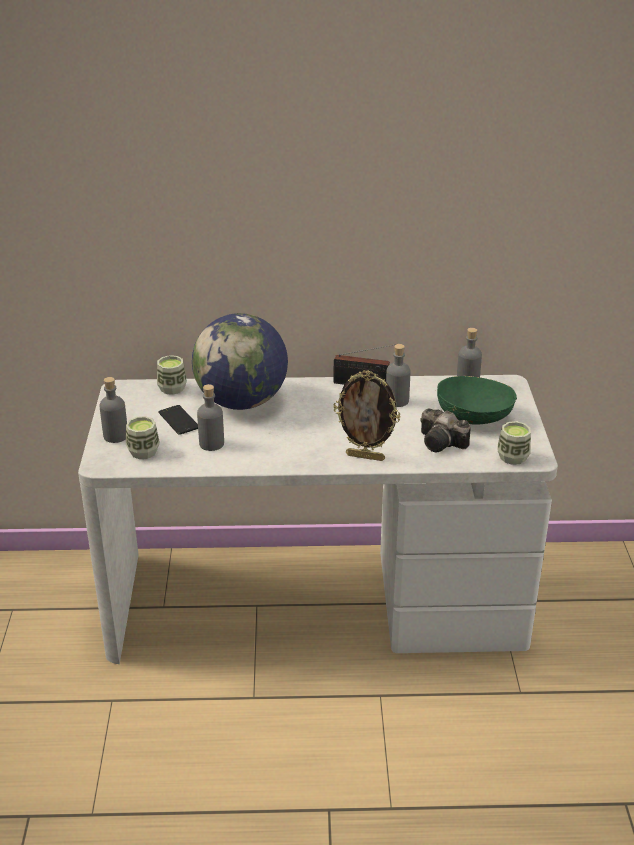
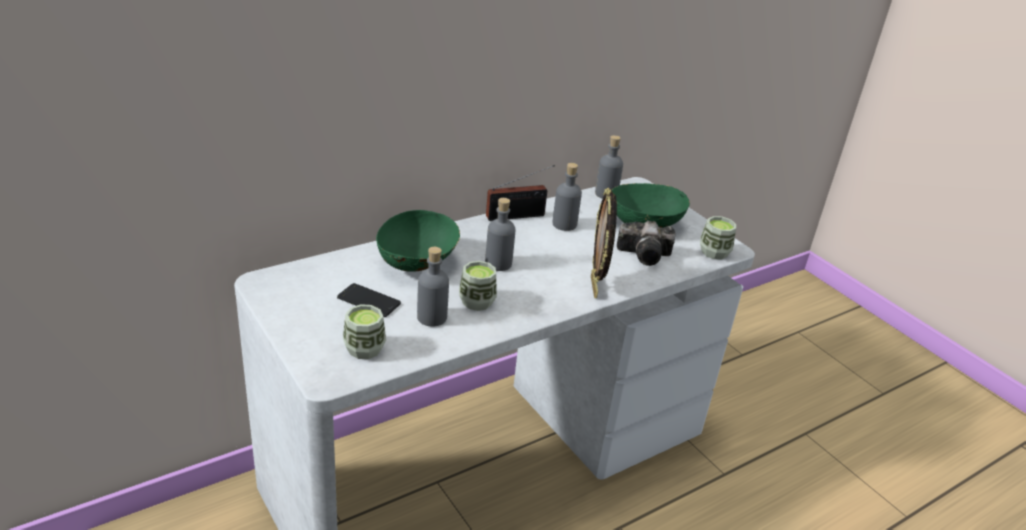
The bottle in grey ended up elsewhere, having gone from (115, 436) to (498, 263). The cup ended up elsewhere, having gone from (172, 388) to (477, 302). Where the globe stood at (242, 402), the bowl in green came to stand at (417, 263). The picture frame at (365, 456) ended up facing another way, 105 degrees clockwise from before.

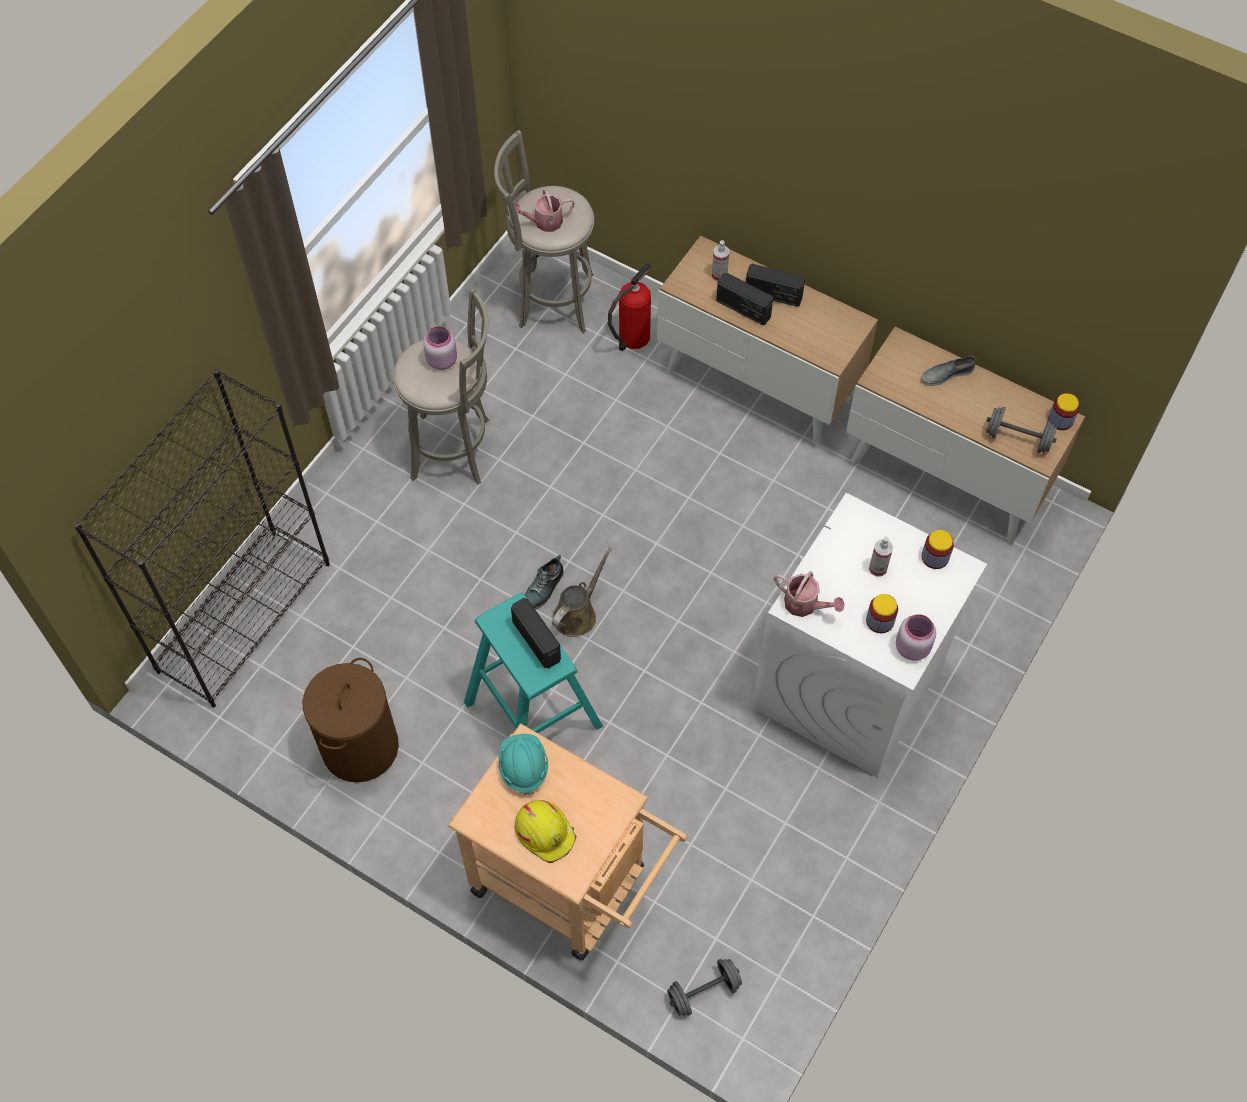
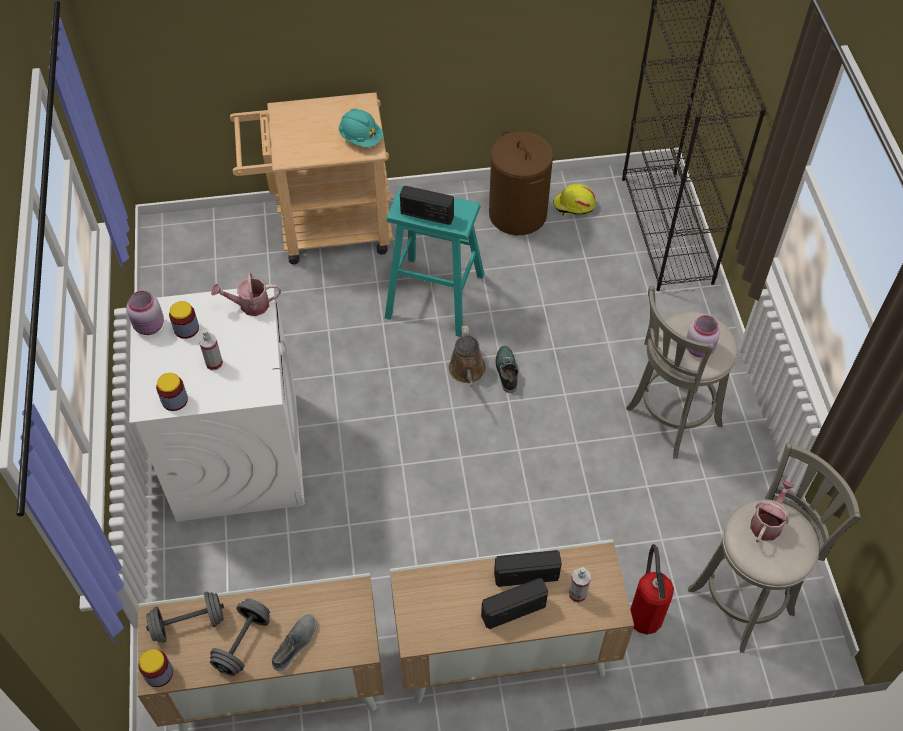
The hard hat in yellow ended up elsewhere, having gone from (545, 832) to (574, 205). The dumbbell in grey ended up elsewhere, having gone from (703, 991) to (243, 643).

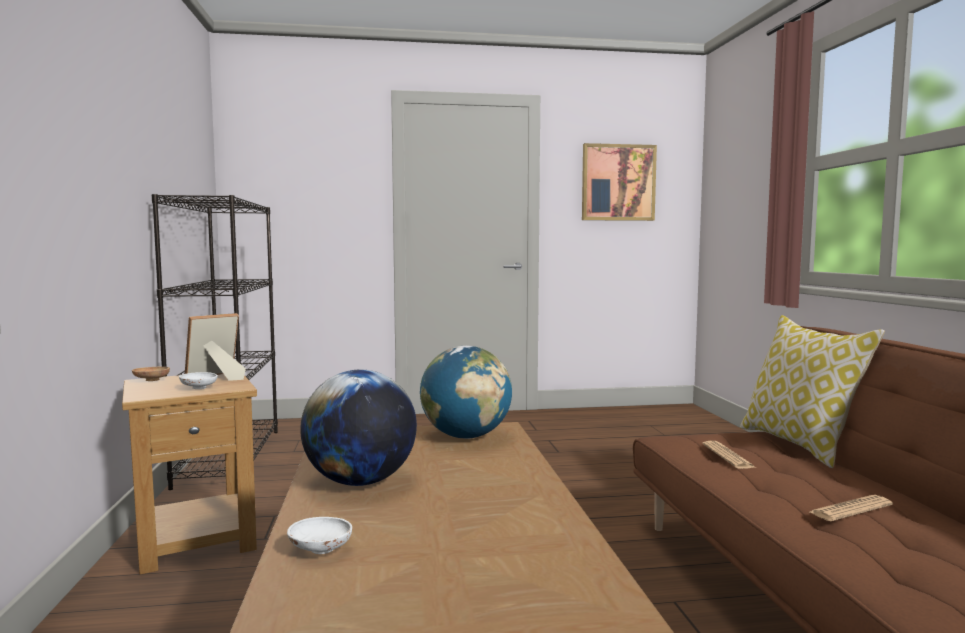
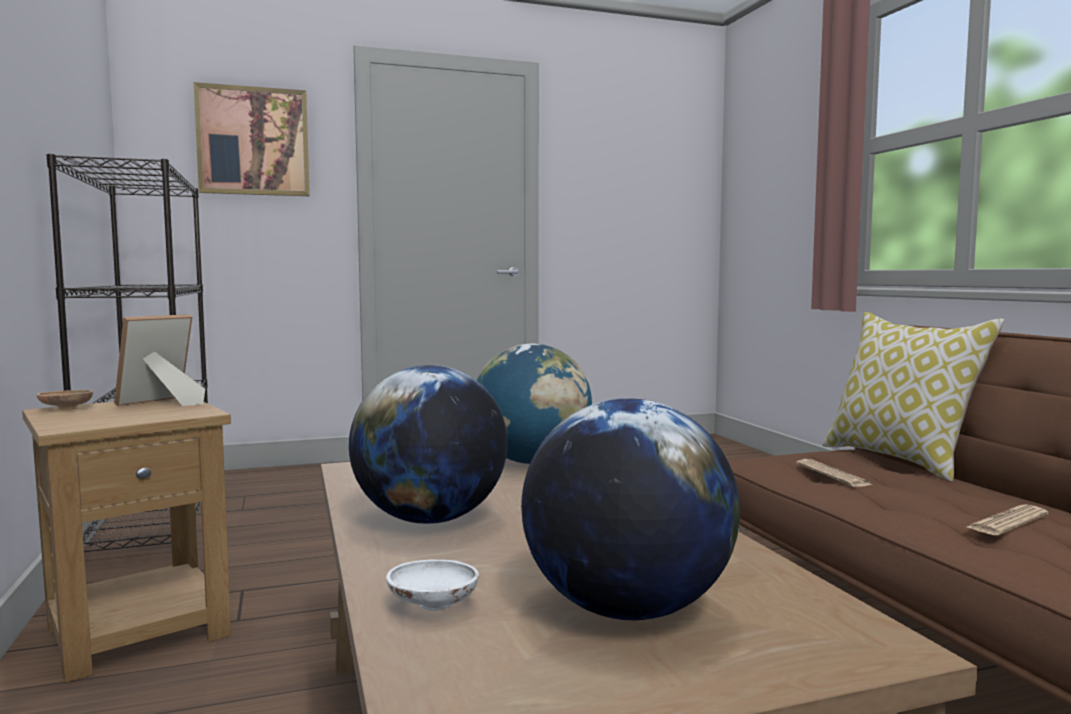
The second view lost the bowl in white at (199, 388). The picture ended up elsewhere, having gone from (618, 182) to (253, 141). The second view gained the globe at (627, 609).

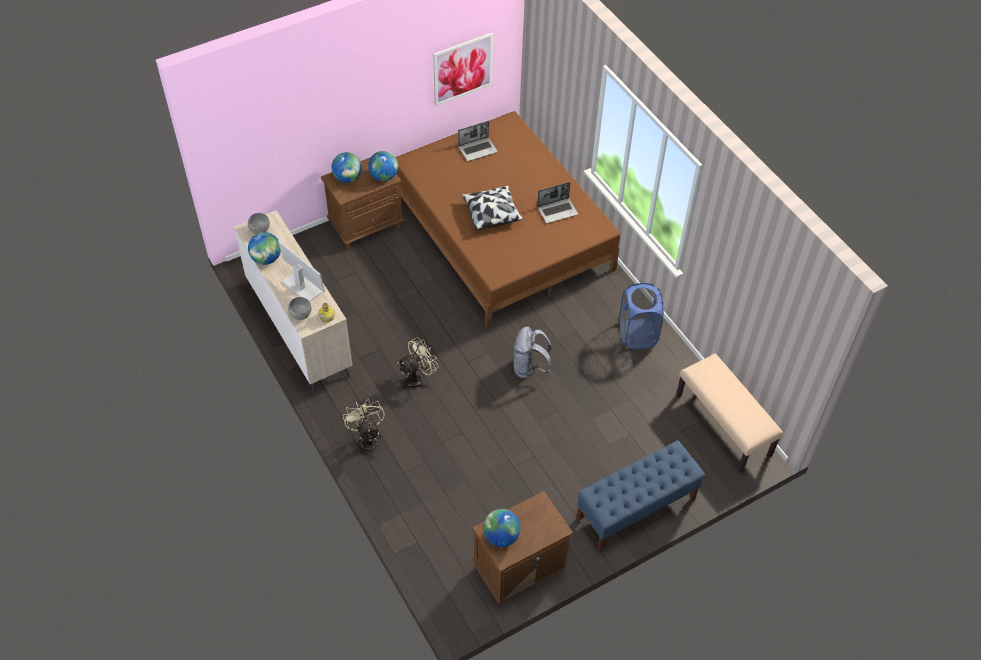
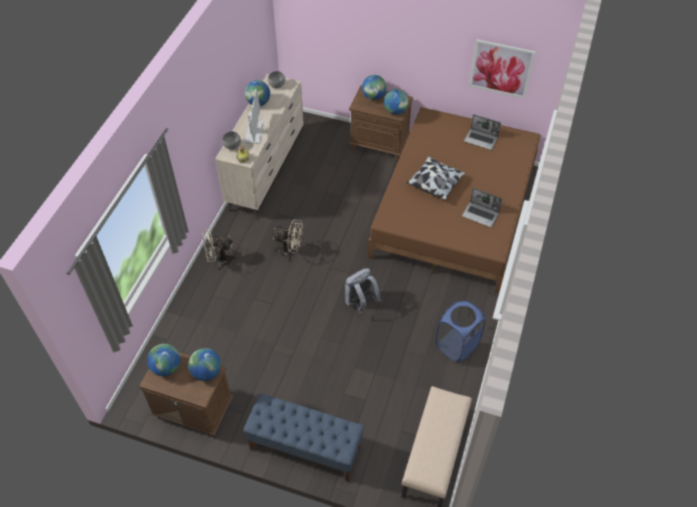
The fan in beige at (368, 440) ended up facing another way, 135 degrees counterclockwise from before. The second view gained the globe at (206, 372).

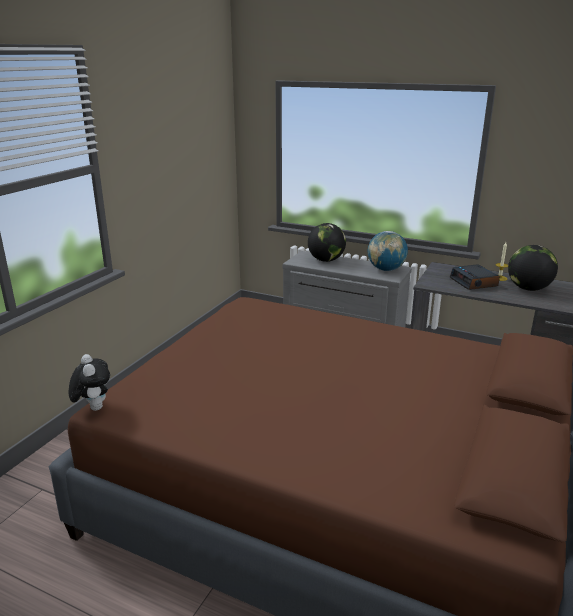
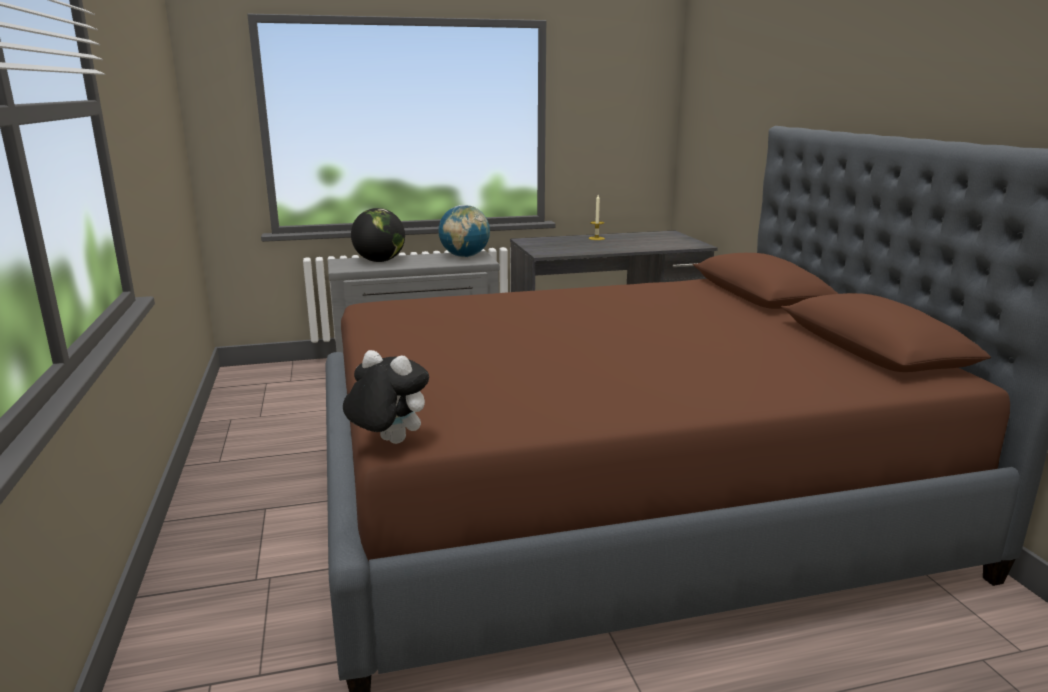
The second view lost the alarm clock at (474, 282). The second view lost the globe at (528, 289).

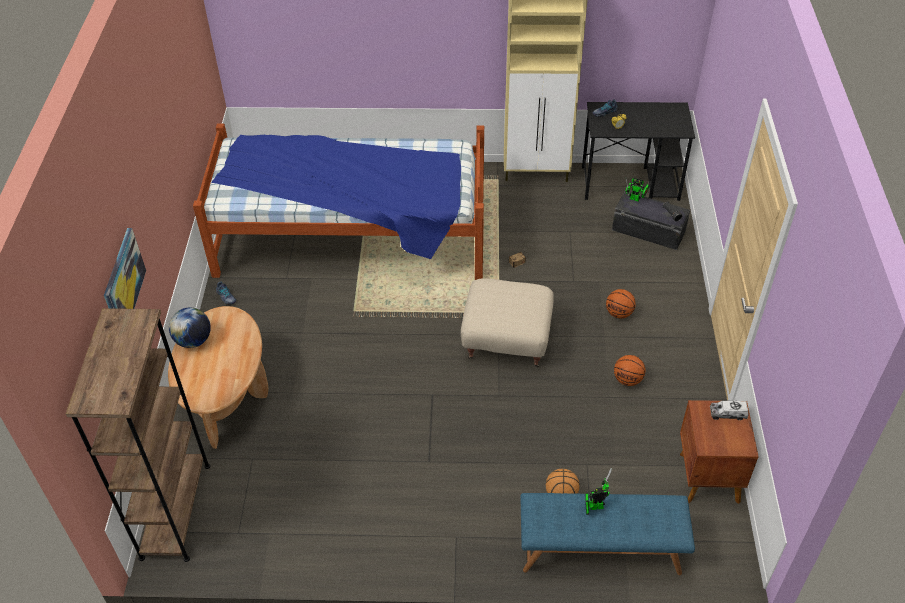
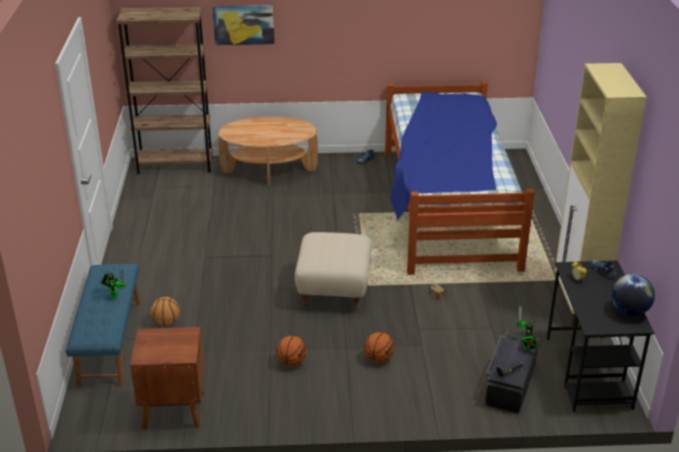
The globe ended up elsewhere, having gone from (193, 340) to (629, 311). The second view lost the toy truck at (728, 414).

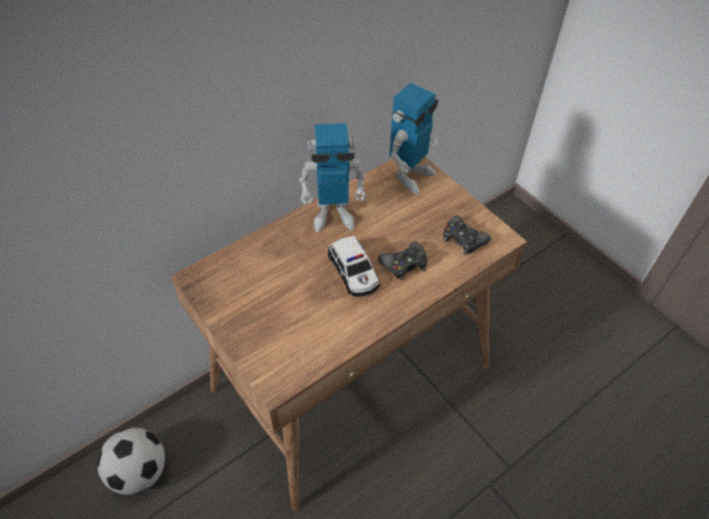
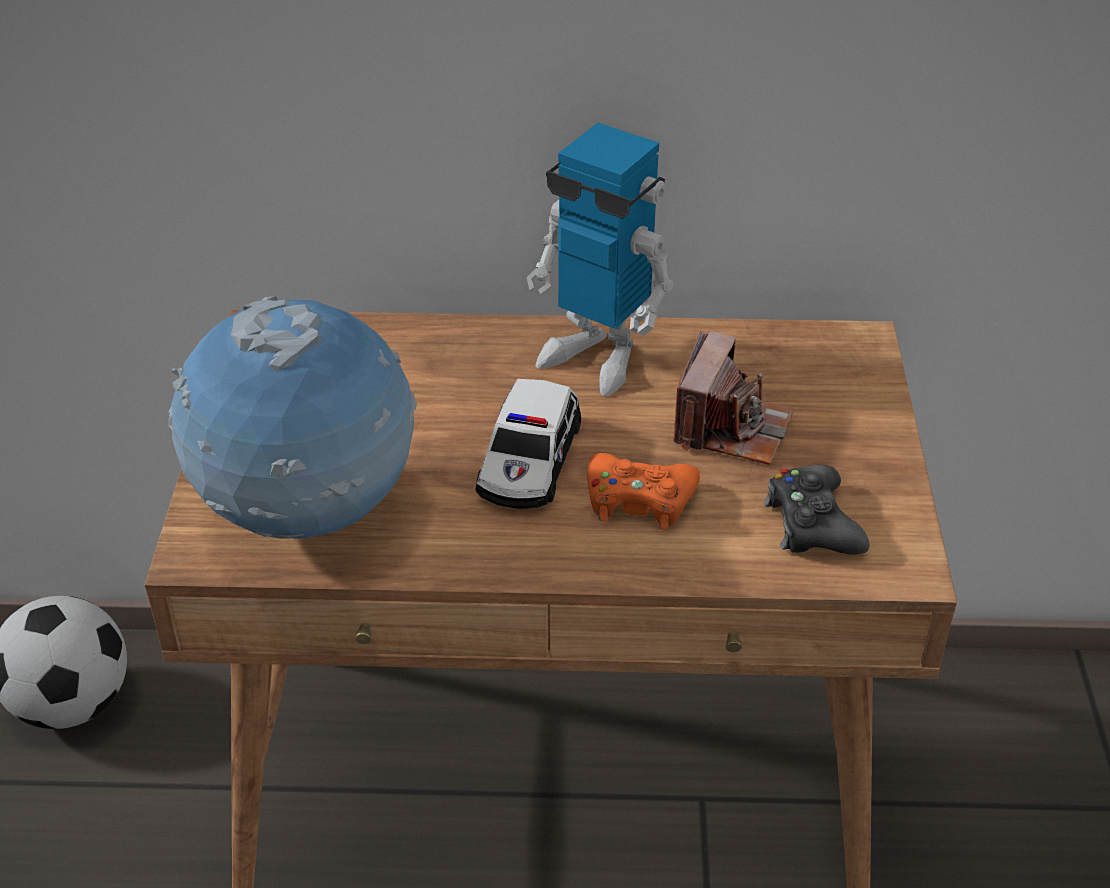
What was the game controller in black at (404, 264) turned into the game controller in orange at (639, 500). The second view lost the toy robot at (410, 175). The second view gained the globe at (308, 515). The second view gained the photo camera at (731, 427).

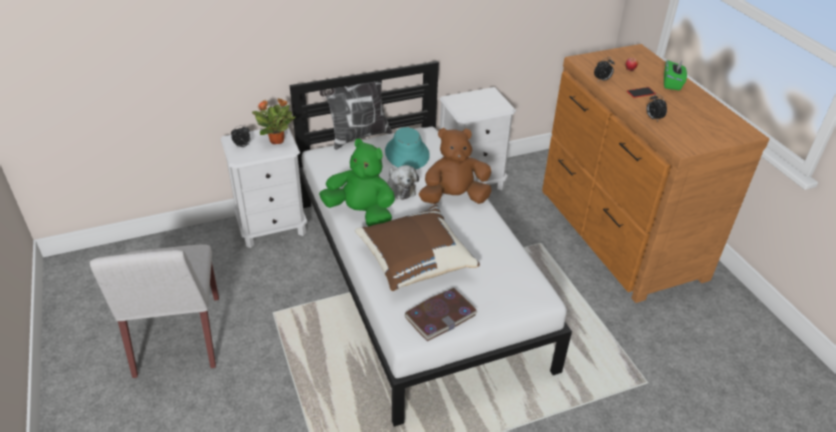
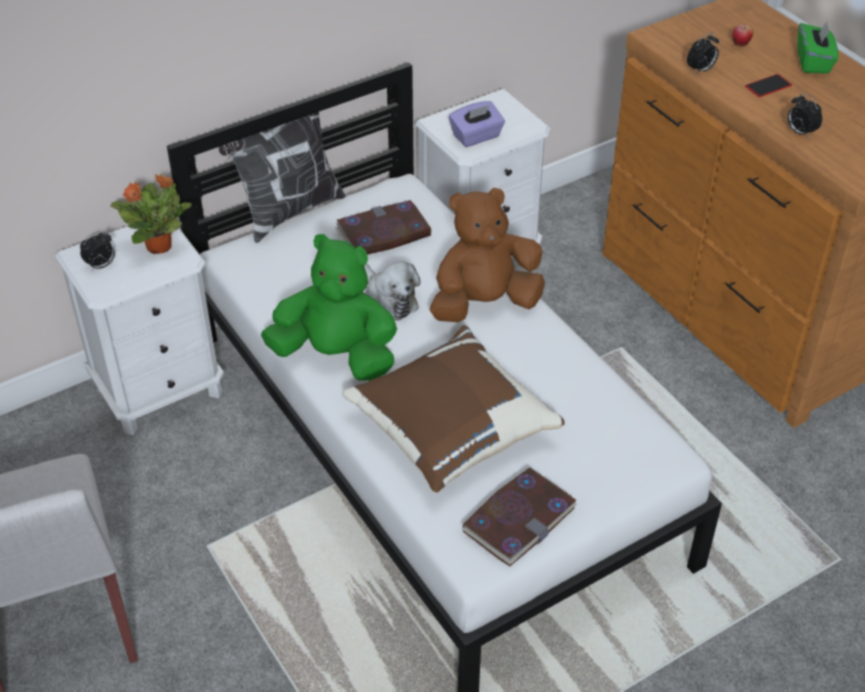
Where the hat in turquoise stood at (407, 153), the book came to stand at (383, 233). The second view gained the tissue box in purple at (476, 136).

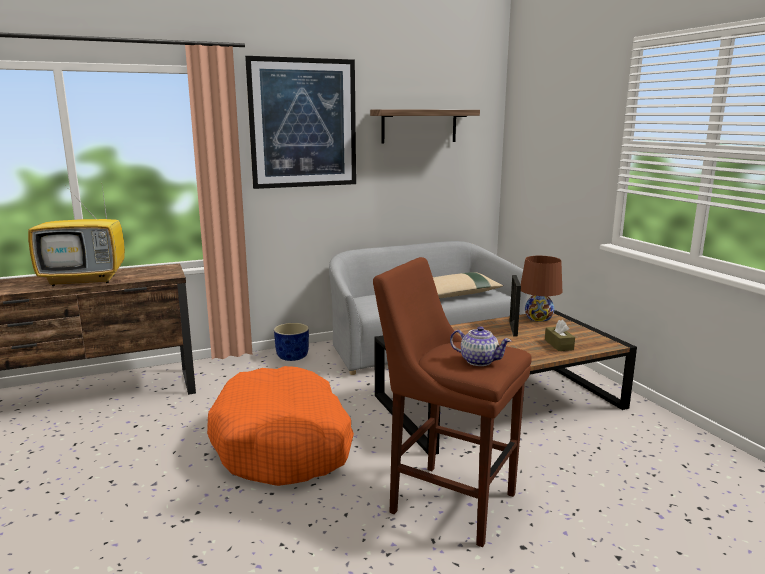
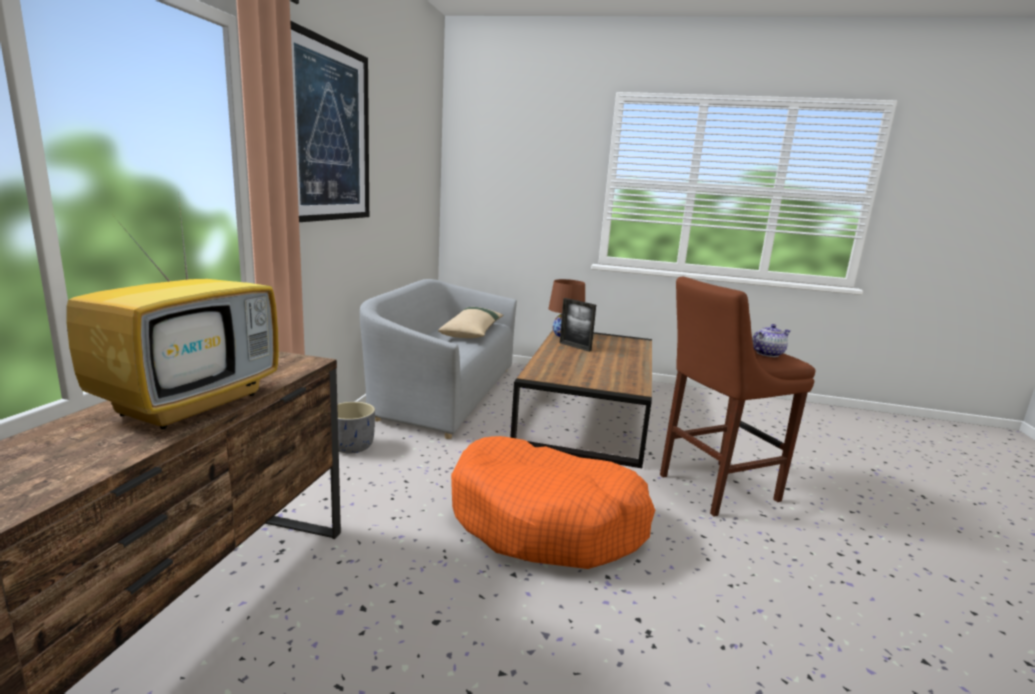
What was the planter in blue at (293, 356) turned into the planter in grey at (352, 446). The second view lost the shelf at (419, 126). The second view lost the tissue box in brown at (559, 345).

